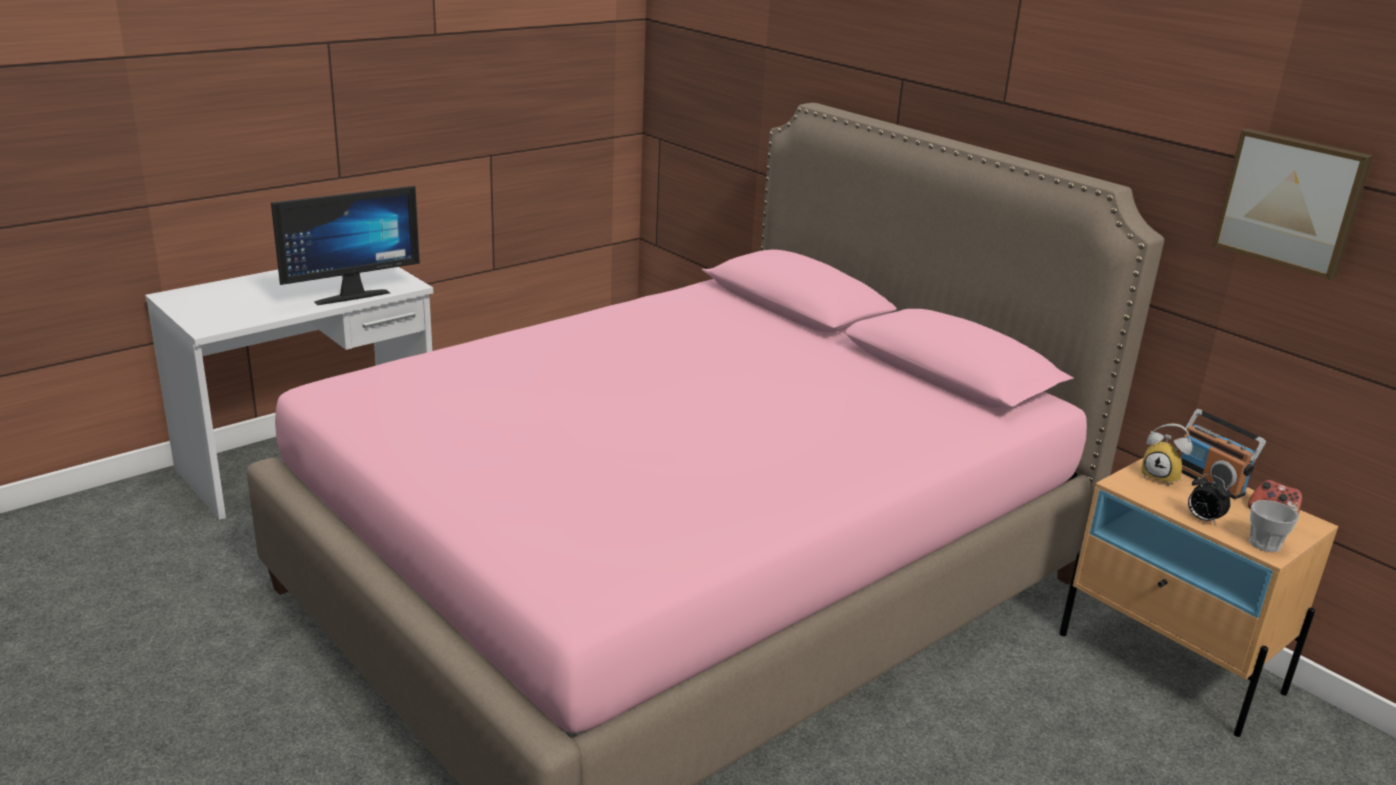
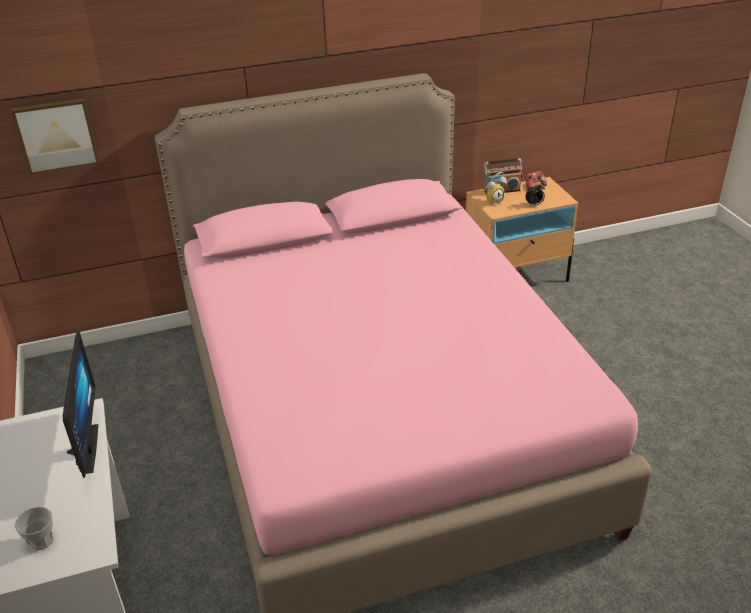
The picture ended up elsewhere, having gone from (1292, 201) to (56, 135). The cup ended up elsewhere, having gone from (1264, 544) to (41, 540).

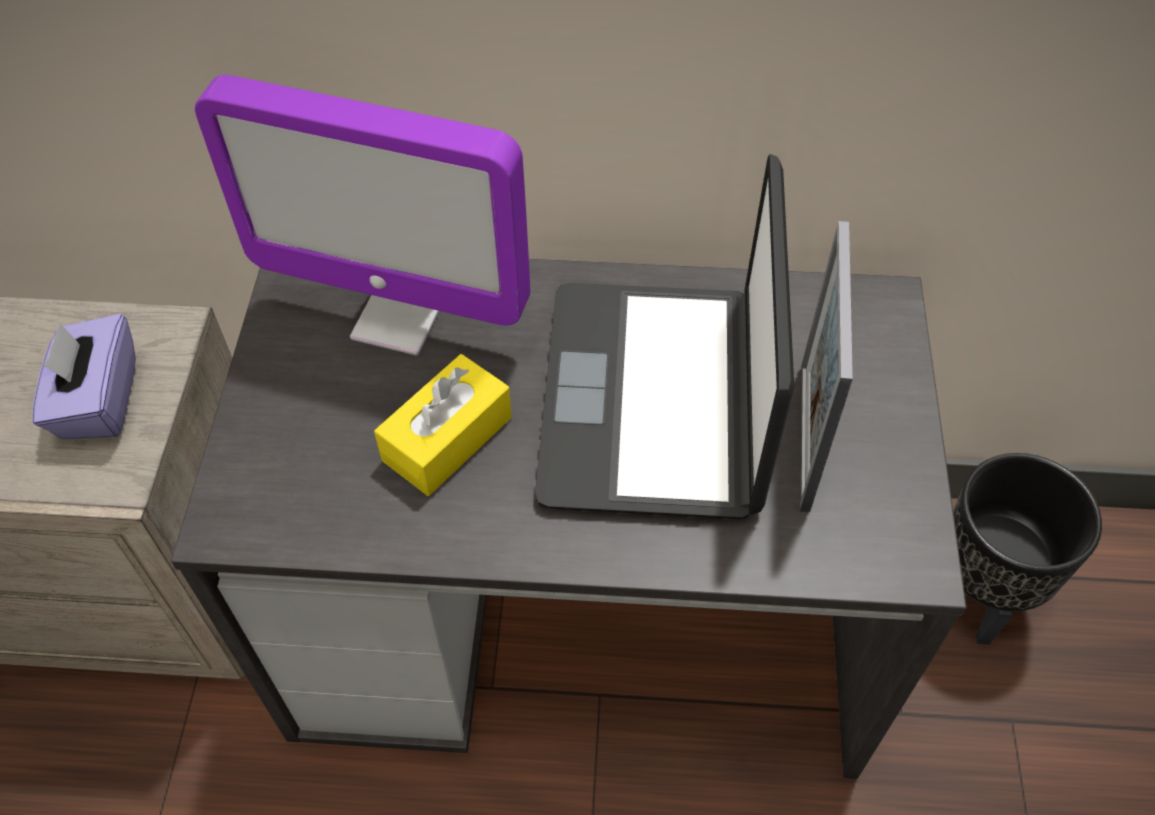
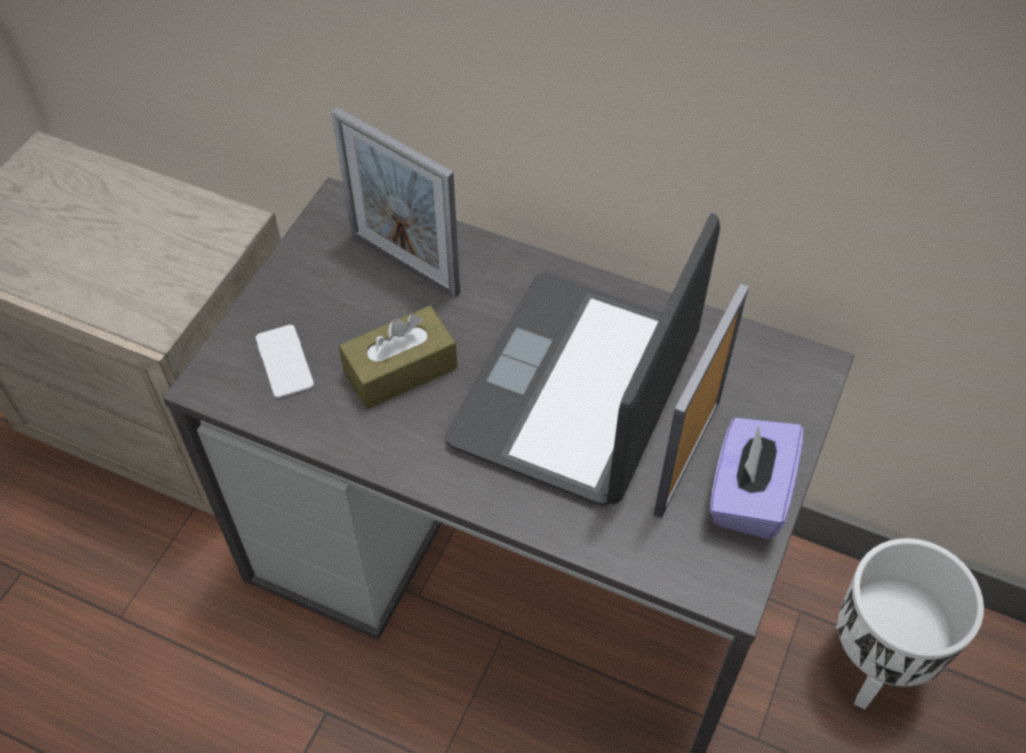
The tissue box in purple ended up elsewhere, having gone from (98, 401) to (748, 495). Where the monitor stood at (399, 318), the picture frame came to stand at (404, 263). What was the tissue box in yellow at (447, 439) turned into the tissue box in brown at (400, 370). What was the planter in black at (979, 595) turned into the planter in white at (875, 663). The second view gained the phone at (284, 362).

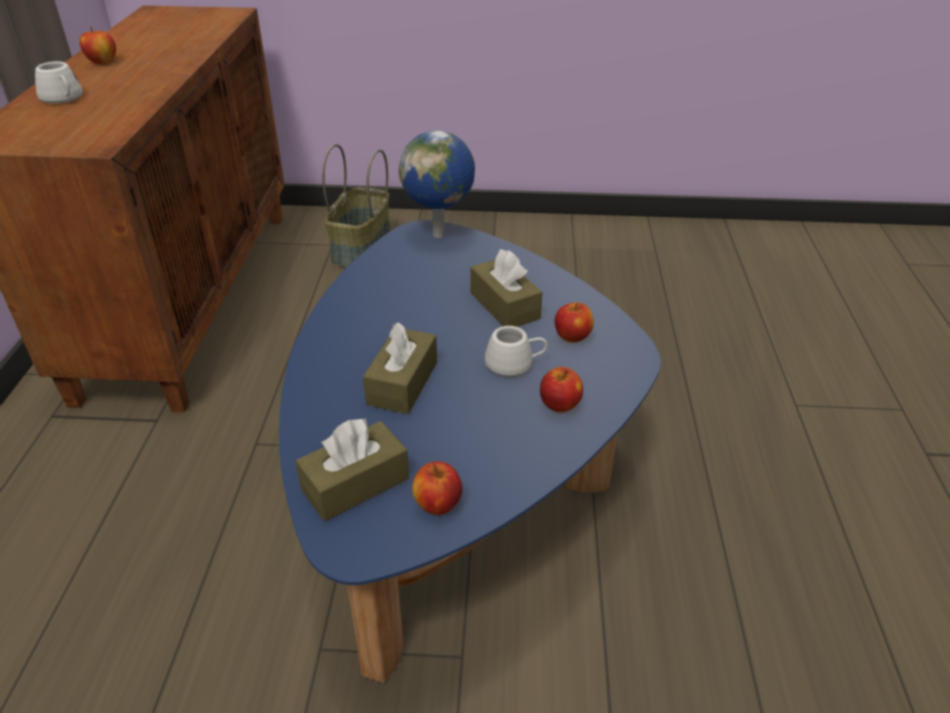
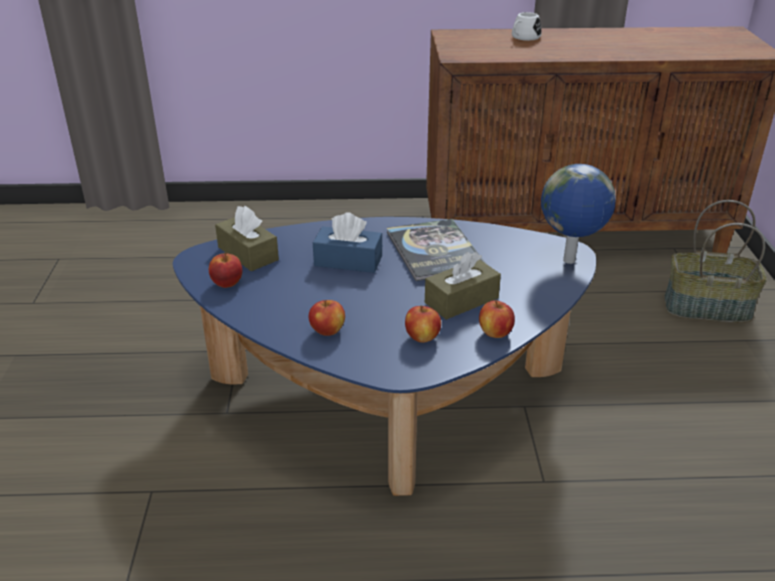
The apple ended up elsewhere, having gone from (102, 62) to (495, 333). What was the tissue box in brown at (402, 383) turned into the tissue box in blue at (348, 261). The second view lost the mug in white at (515, 363). The second view gained the book at (434, 251).

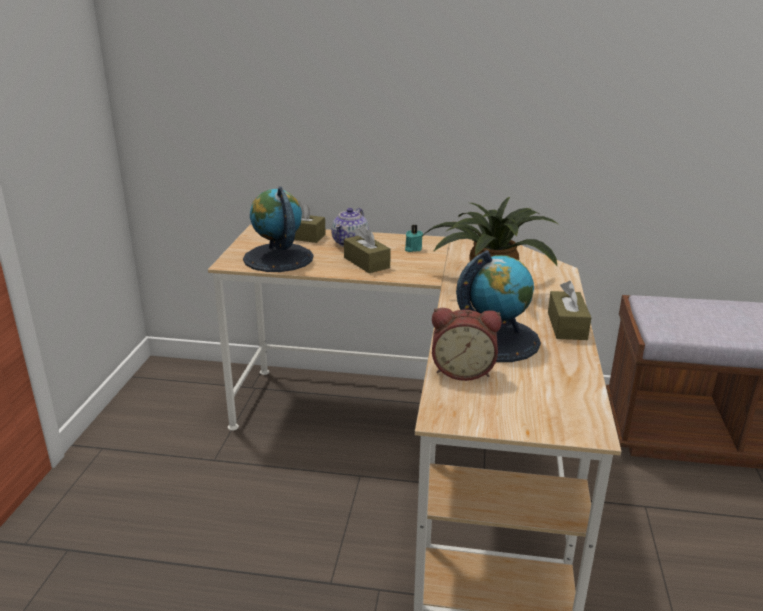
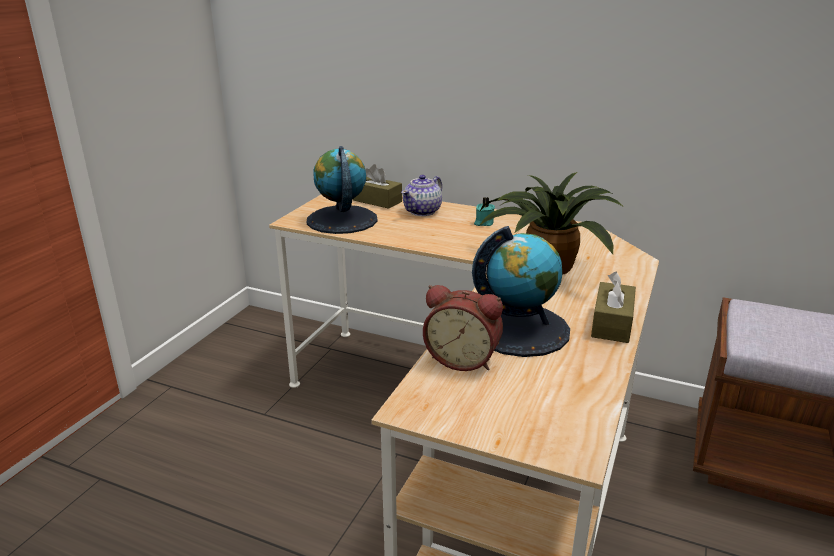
The second view lost the tissue box in brown at (366, 262).

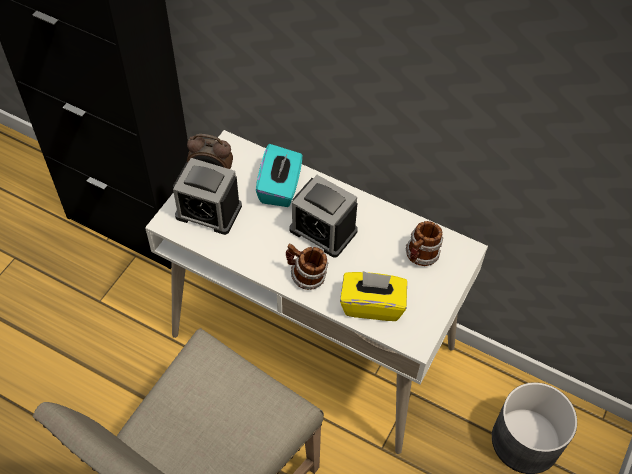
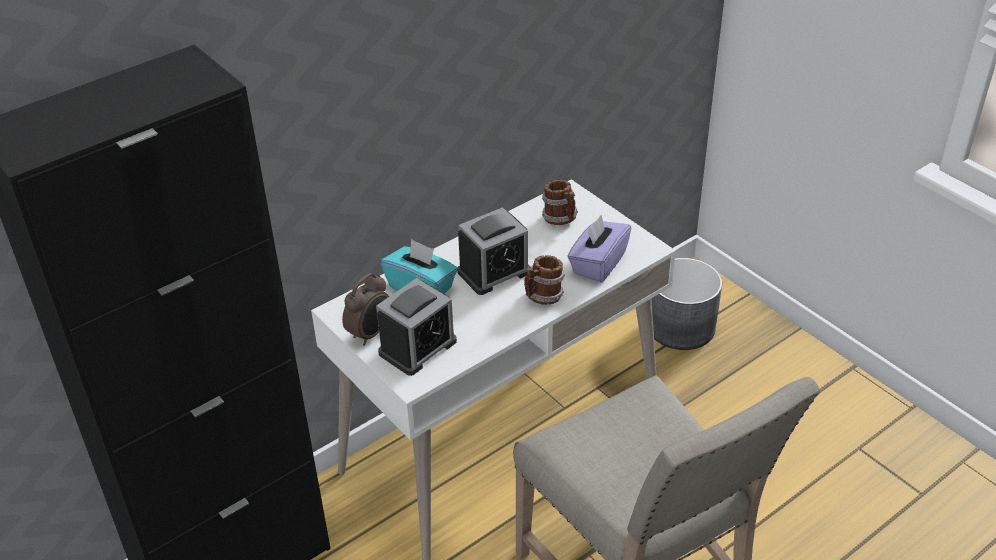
What was the tissue box in yellow at (372, 305) turned into the tissue box in purple at (598, 264).

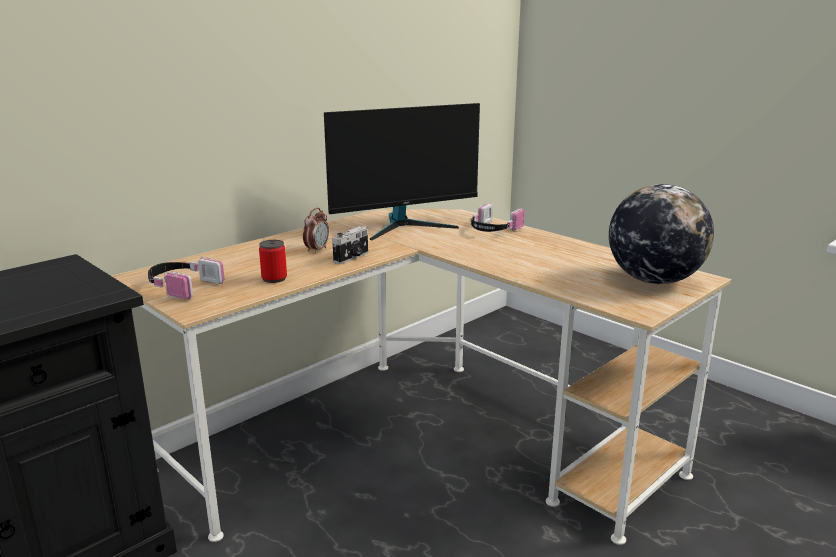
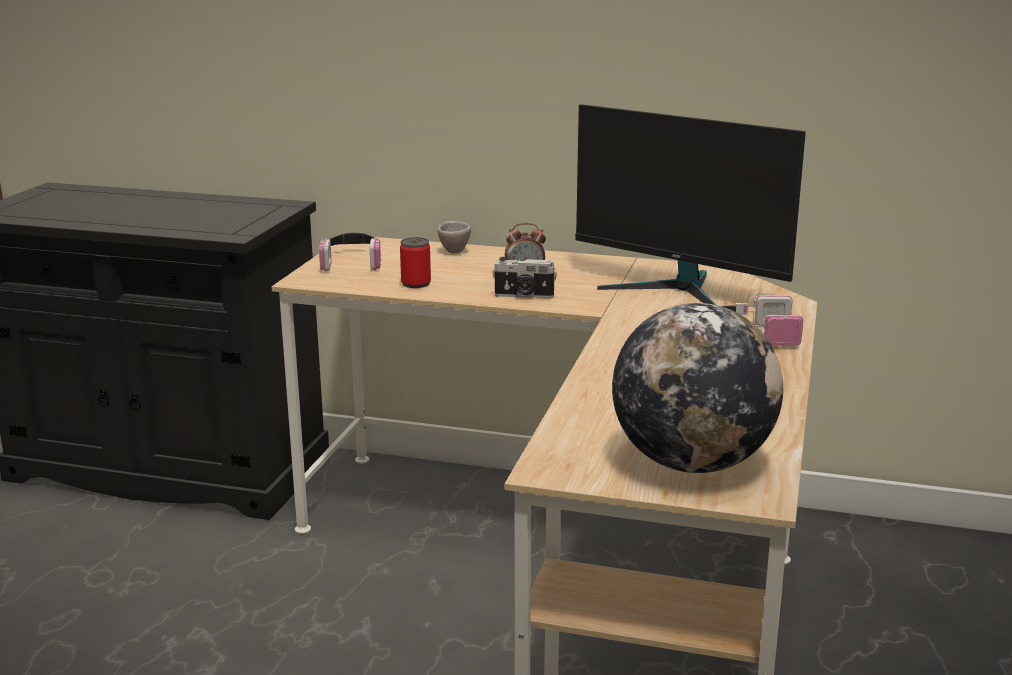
The second view gained the cup in beige at (452, 250).

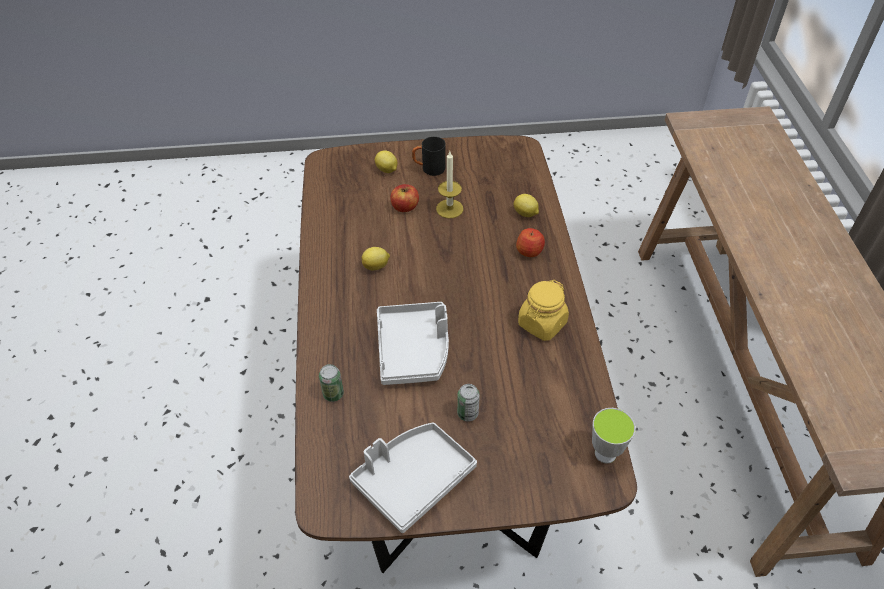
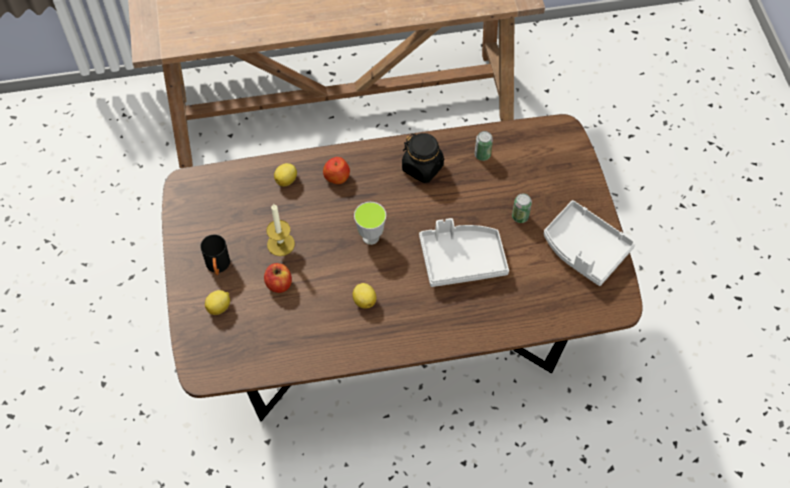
The can ended up elsewhere, having gone from (333, 394) to (482, 155). What was the jar in yellow at (542, 324) turned into the jar in black at (422, 168). The cup ended up elsewhere, having gone from (605, 453) to (370, 237).

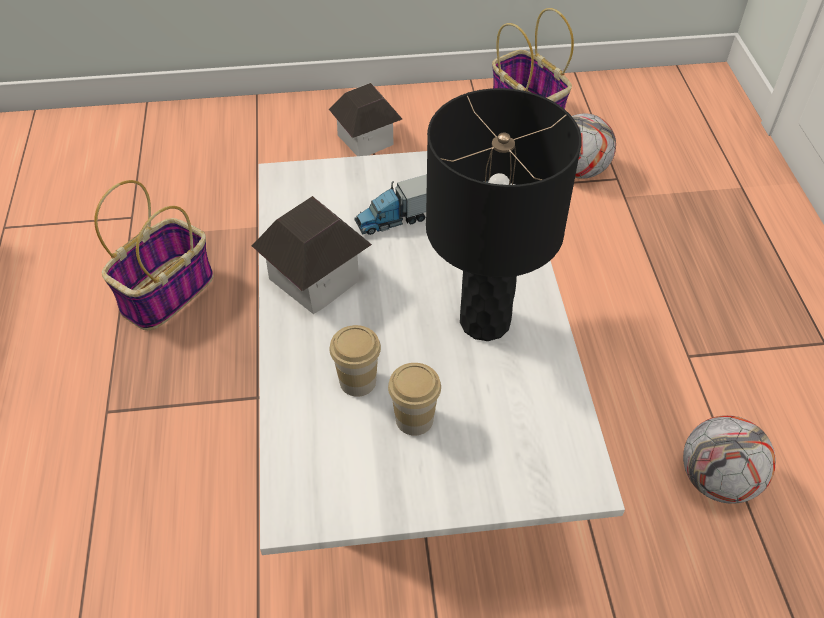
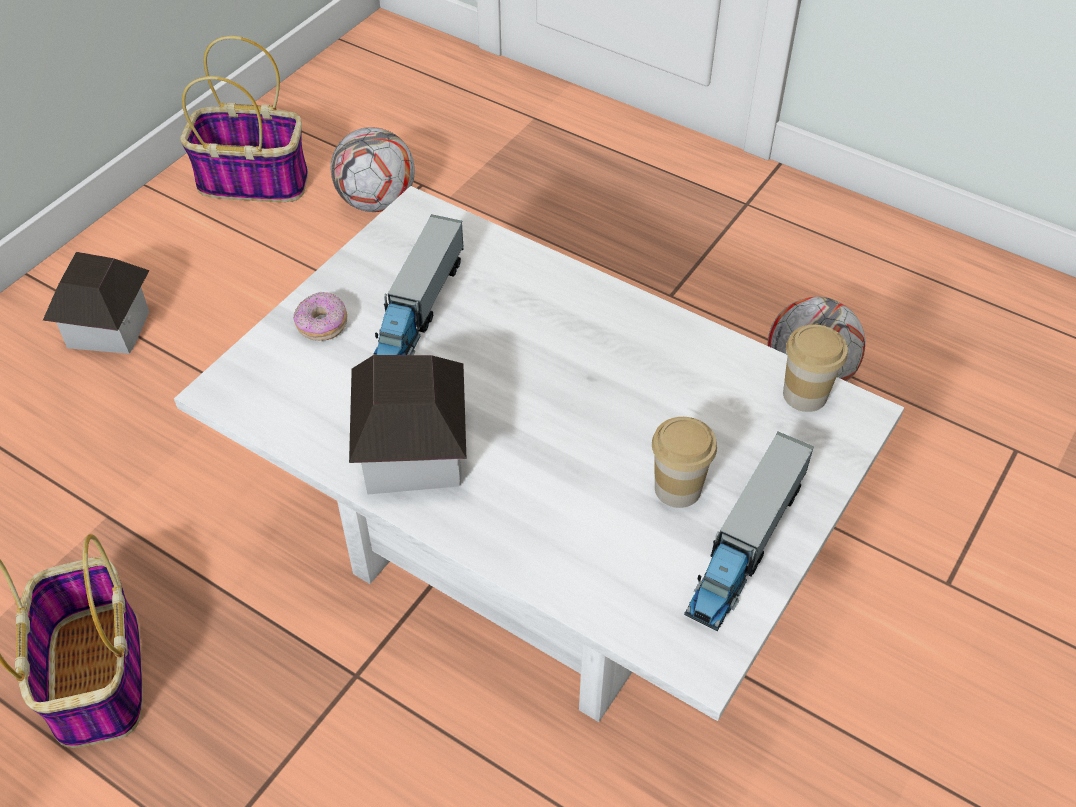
The cup ended up elsewhere, having gone from (357, 381) to (805, 395). The second view lost the table lamp in black at (484, 321). The second view gained the donut at (322, 325). The second view gained the toy truck at (745, 545).

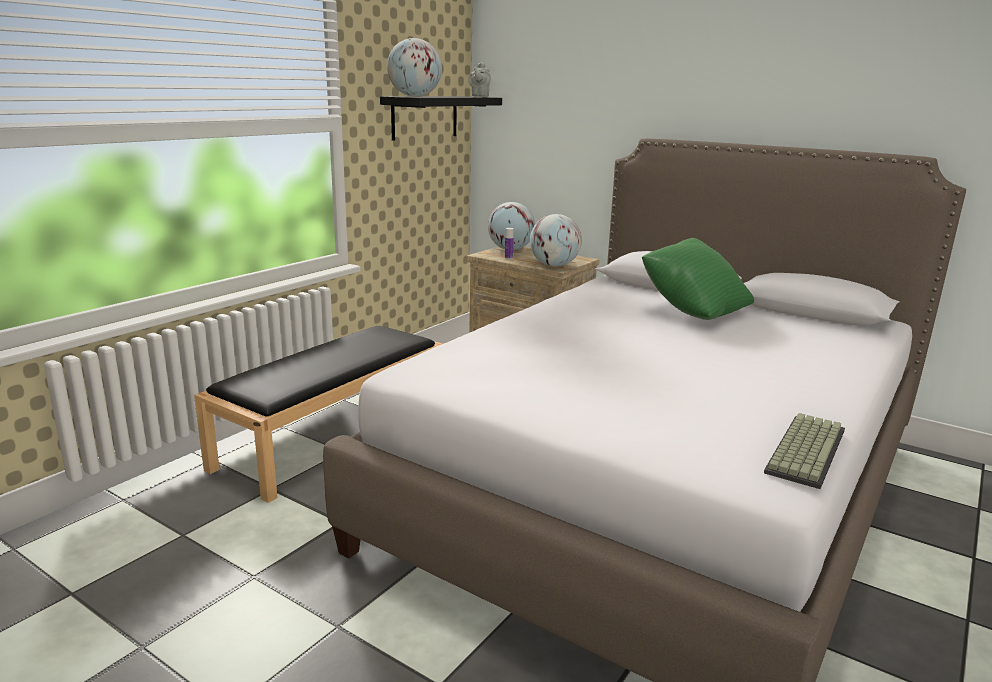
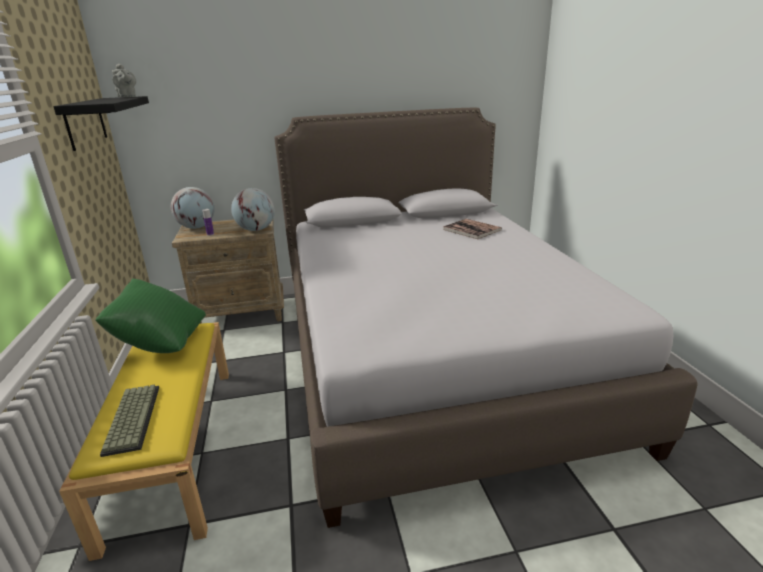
What was the bench in black at (335, 435) turned into the bench in yellow at (174, 445). The second view lost the globe at (415, 96). The pillow in green ended up elsewhere, having gone from (693, 311) to (160, 342). The keyboard ended up elsewhere, having gone from (804, 449) to (131, 418). The second view gained the book at (472, 229).

